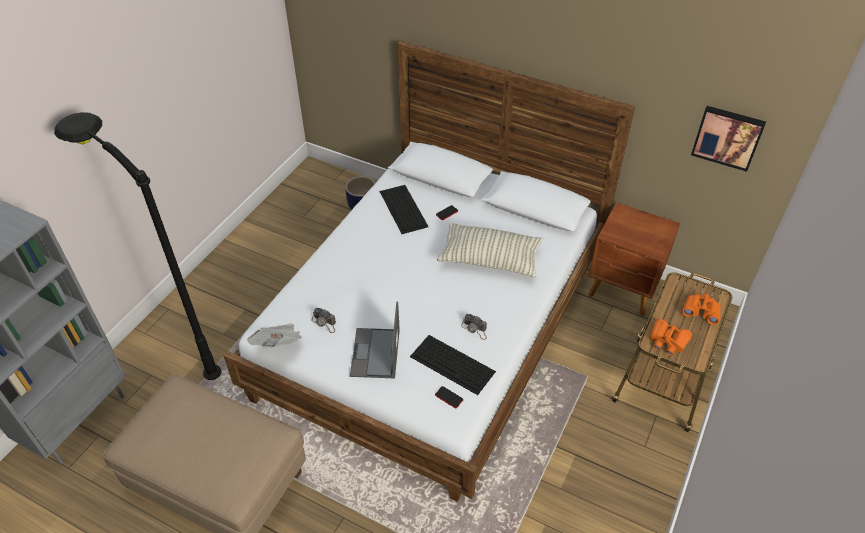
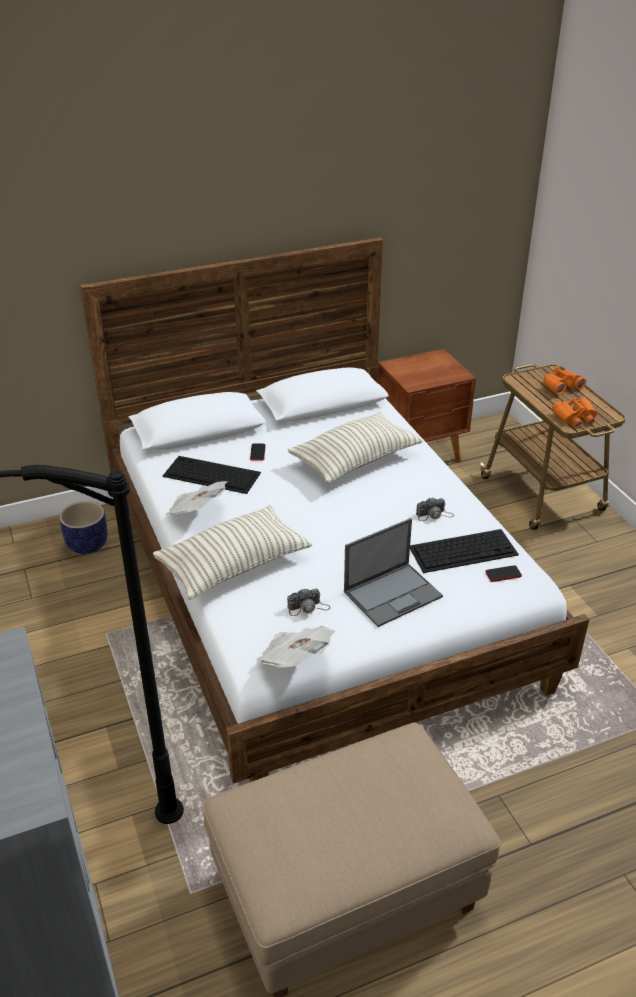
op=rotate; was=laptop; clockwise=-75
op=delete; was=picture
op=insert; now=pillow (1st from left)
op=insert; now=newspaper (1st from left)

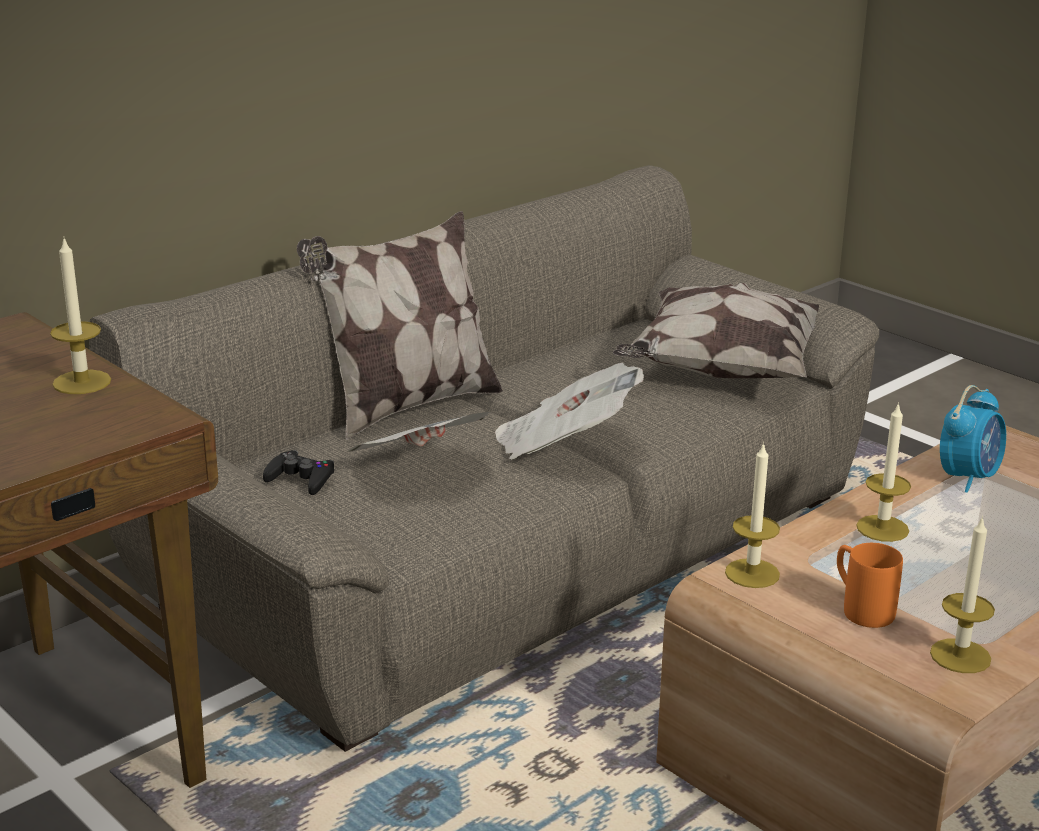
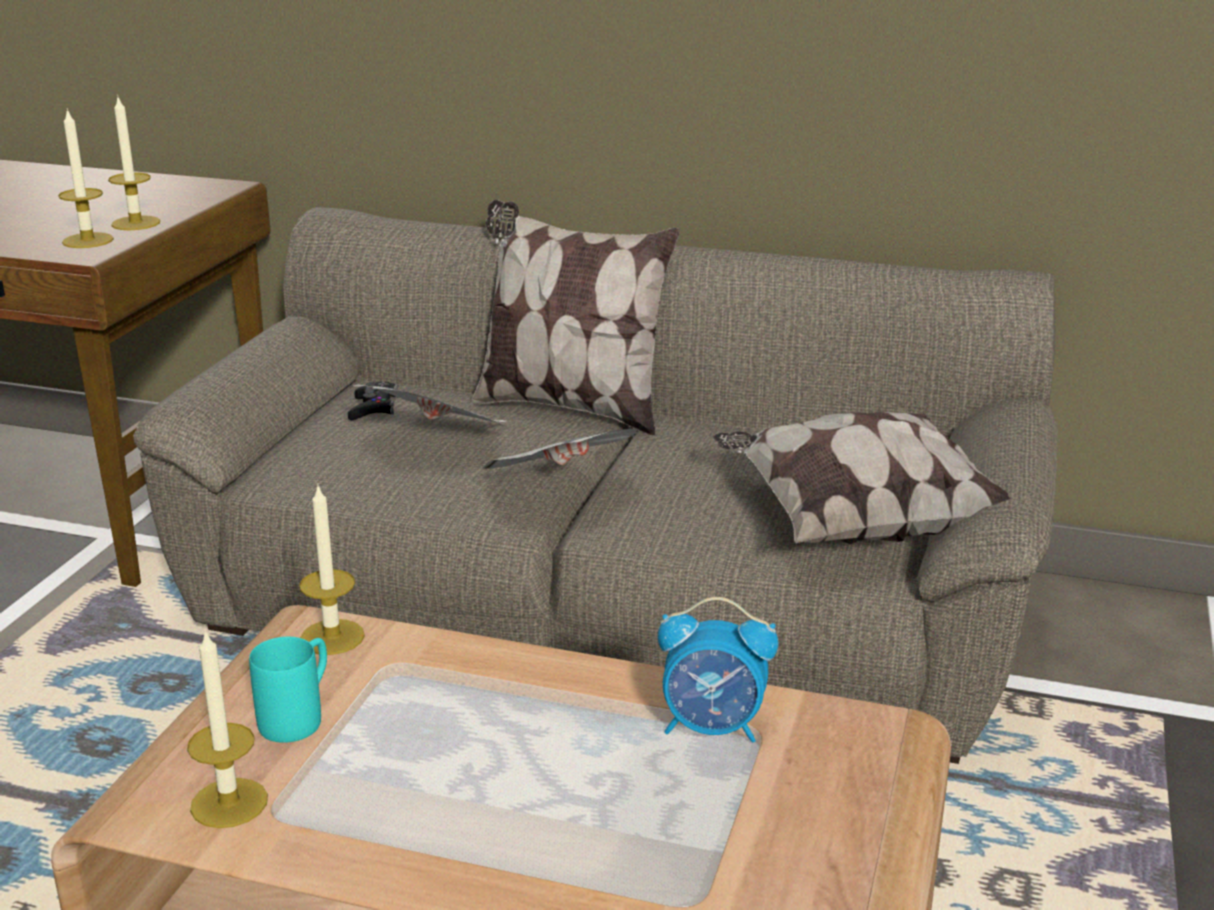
op=recolor; was=mug (orange); now=mug (turquoise)
op=move; was=candle (3rd from left in the first image); now=candle (1st from left)

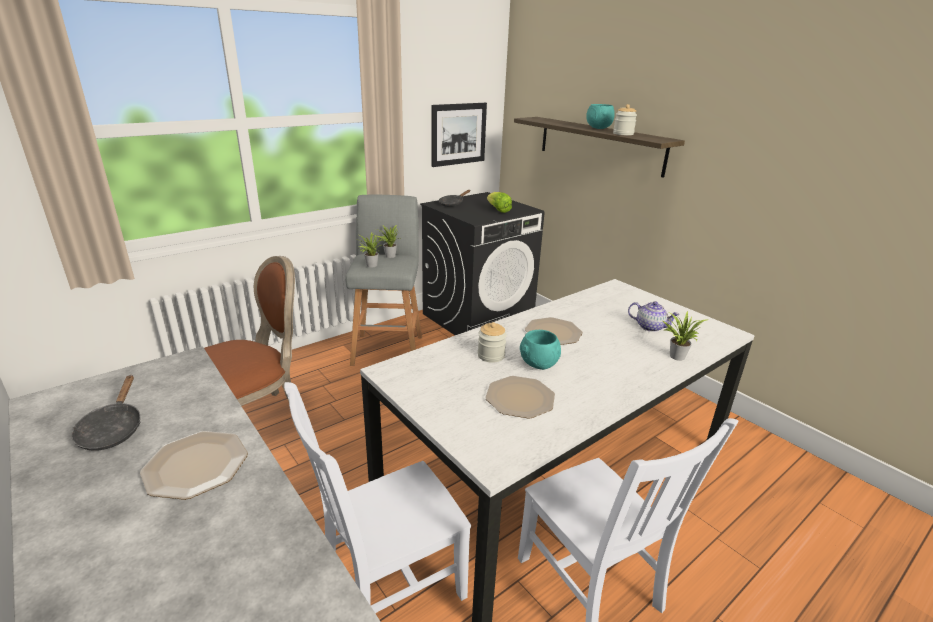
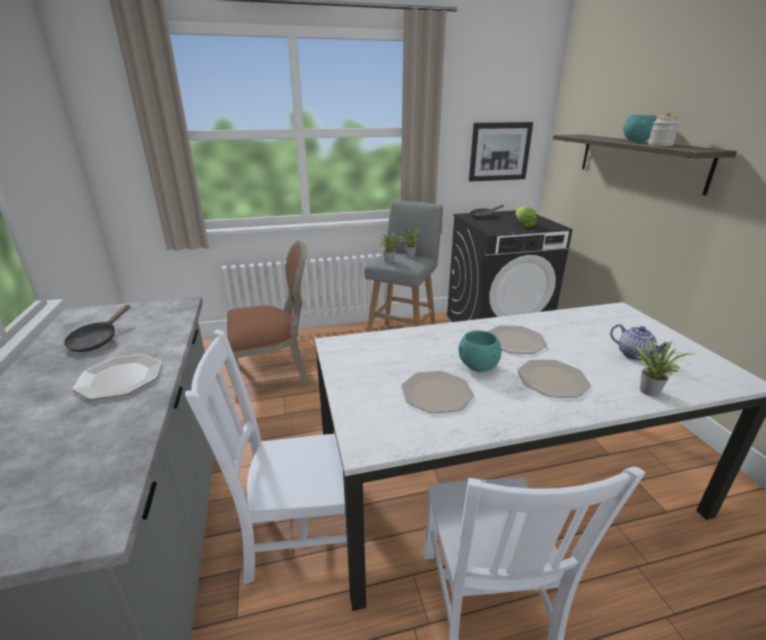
op=delete; was=jar (1st from left)
op=insert; now=plate (4th from left)

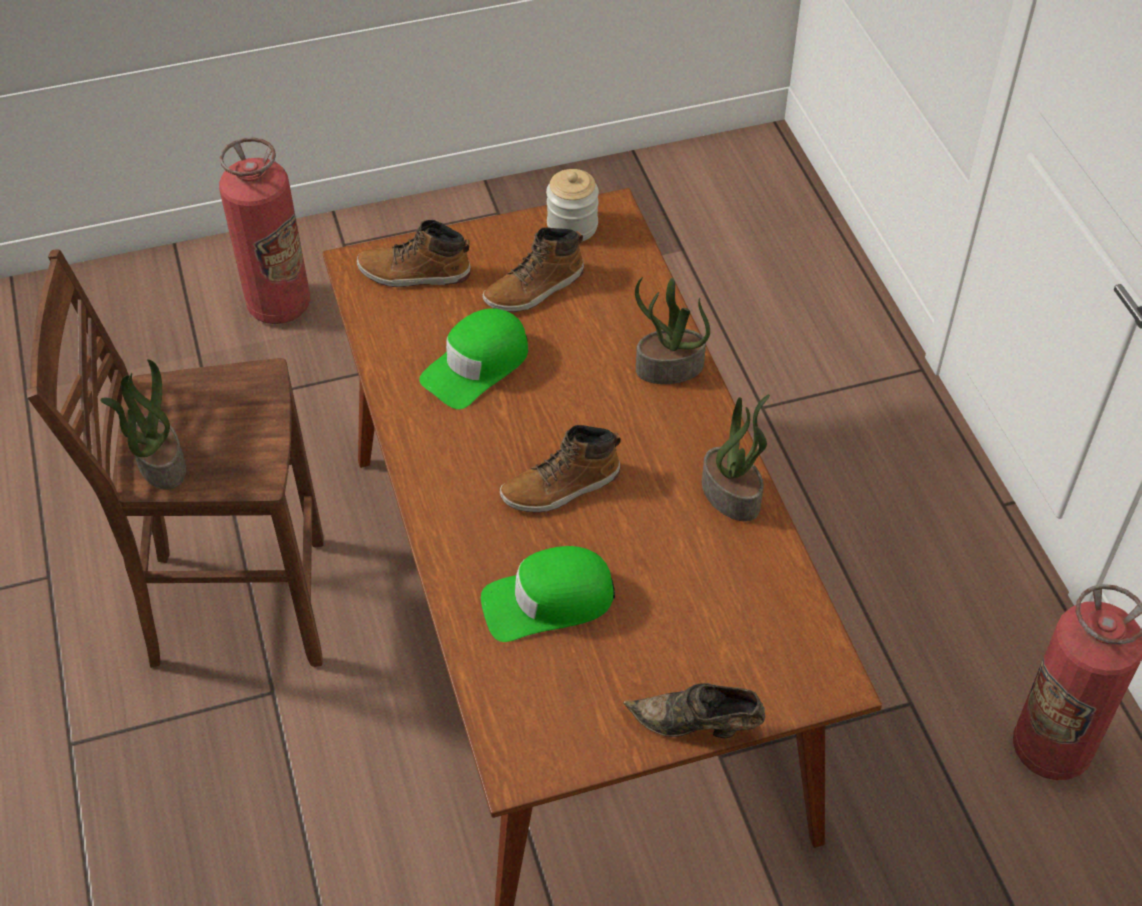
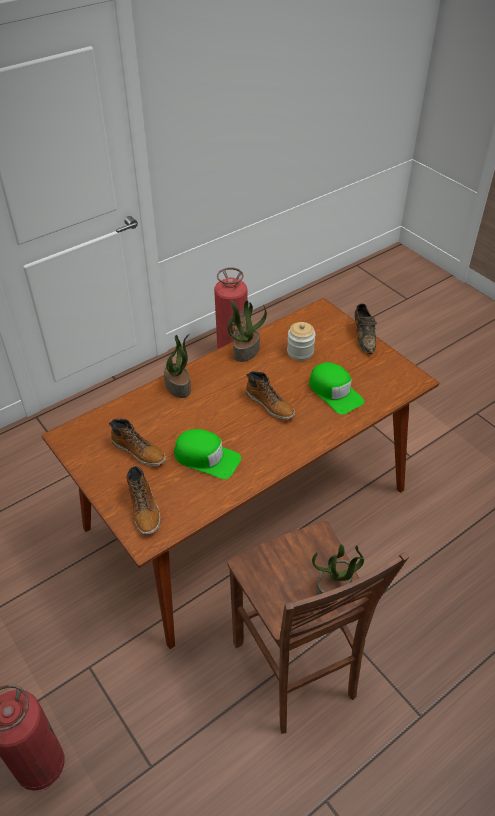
op=move; was=jar

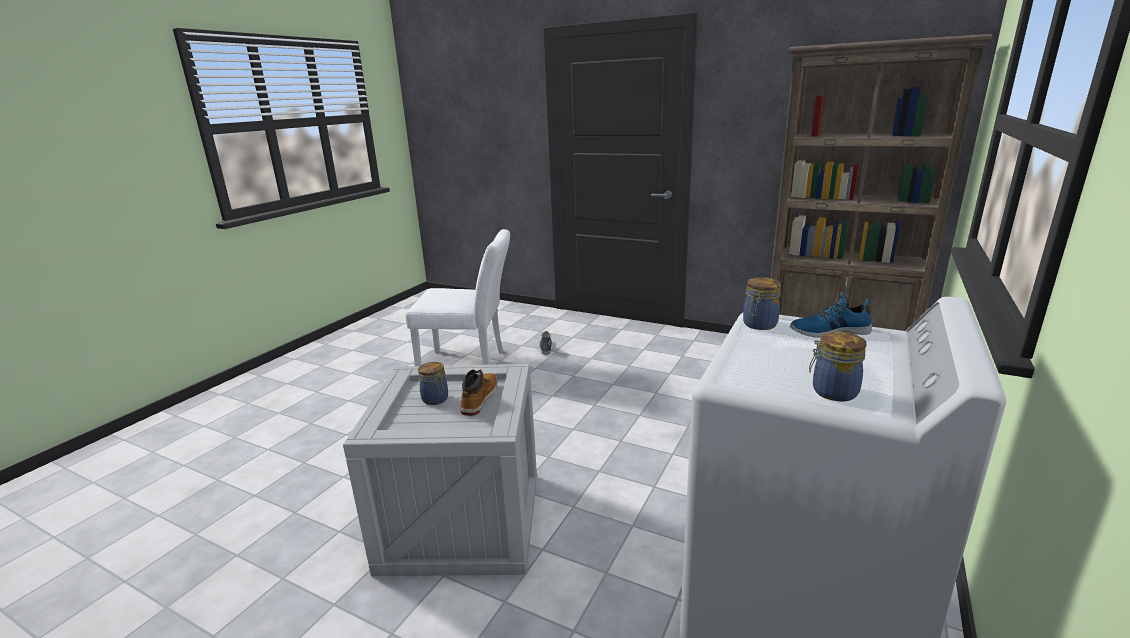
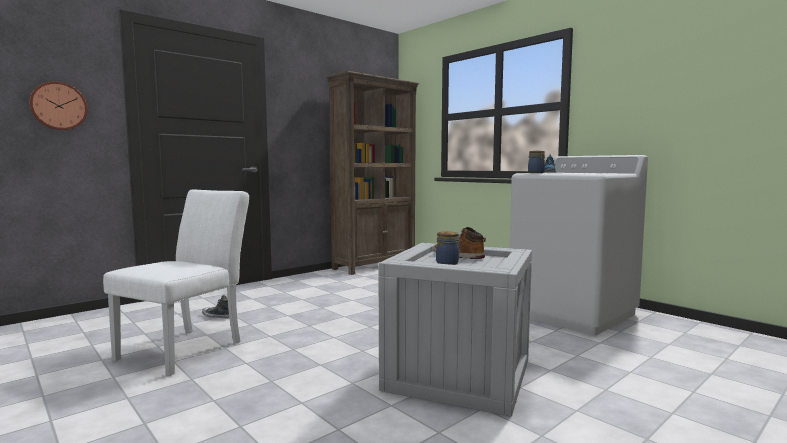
op=delete; was=jar (3rd from left)
op=insert; now=wall clock

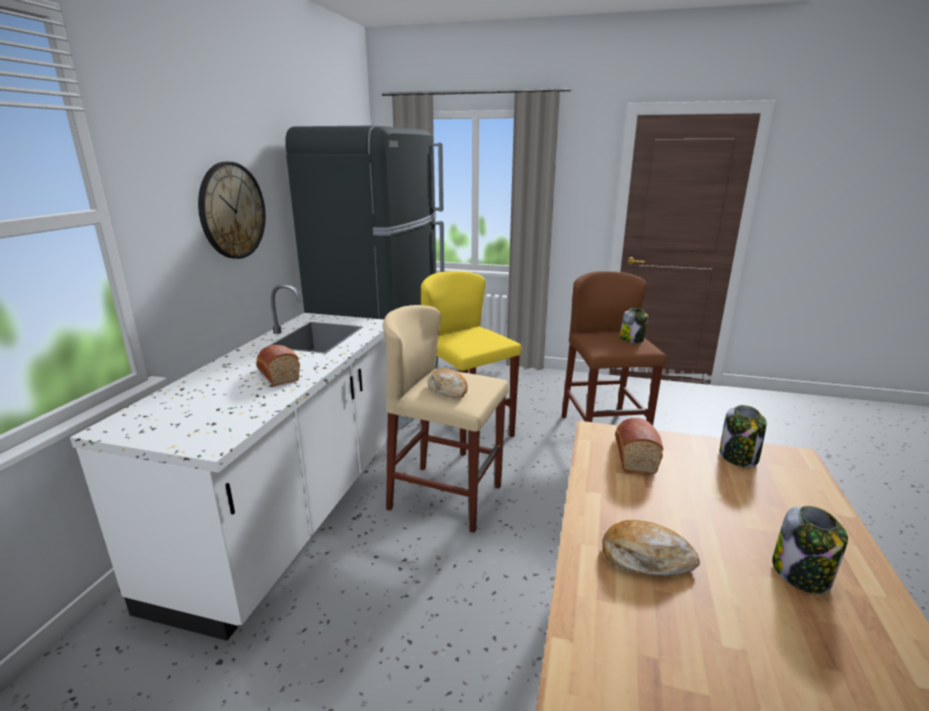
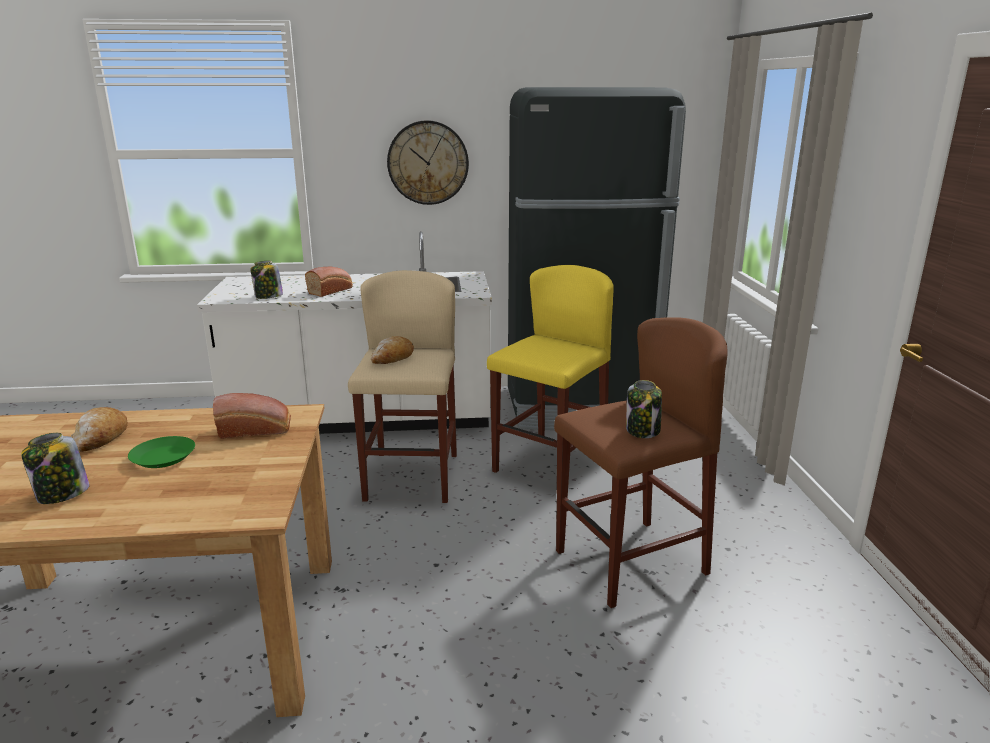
op=move; was=jar (2nd from left)
op=insert; now=plate (green)

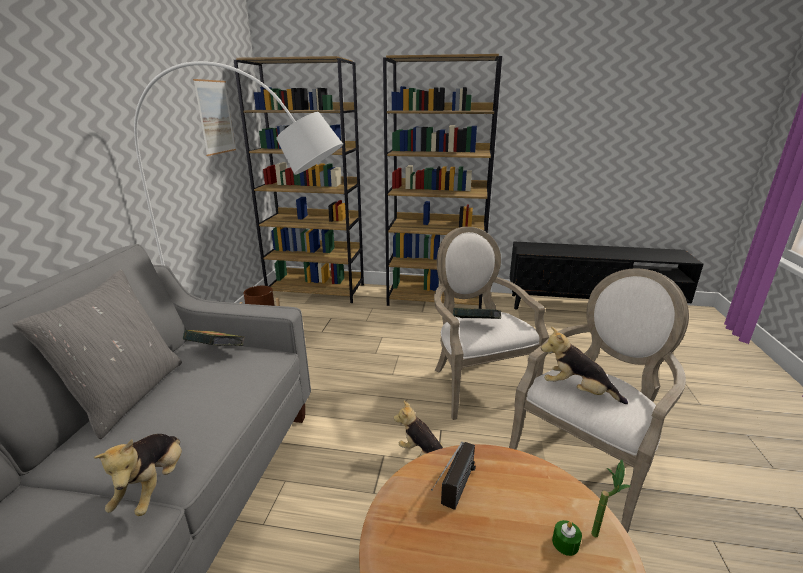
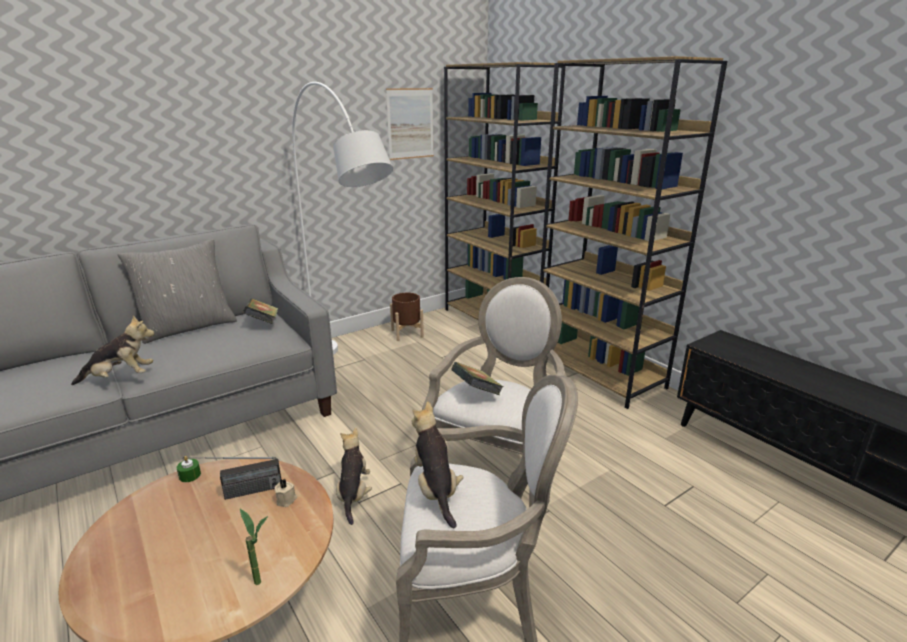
op=rotate; was=plush toy (1st from left); clockwise=-150
op=move; was=candle (green)
op=insert; now=candle (beige)

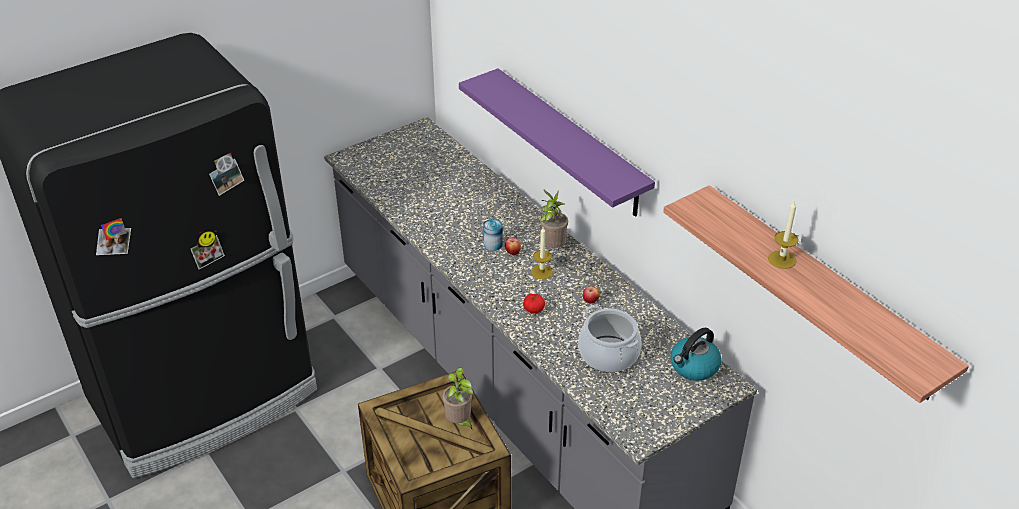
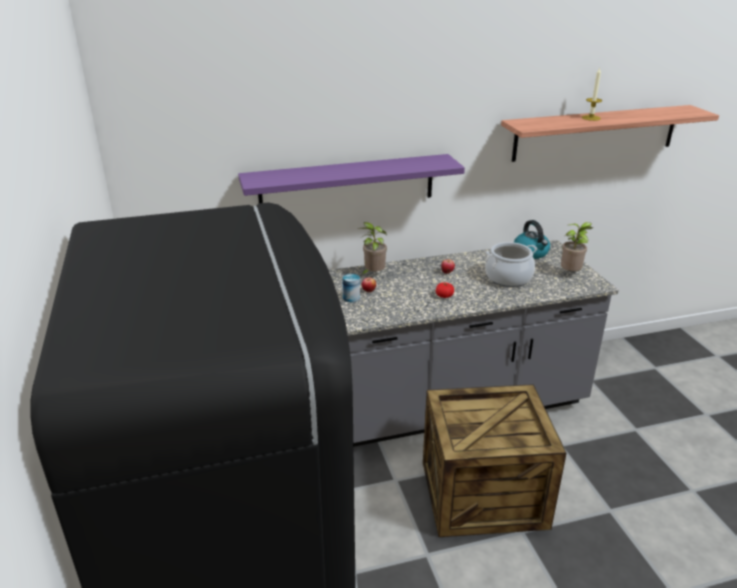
op=move; was=potted plant (1st from left in the first image); now=potted plant (2nd from left)
op=delete; was=candle (1st from left)

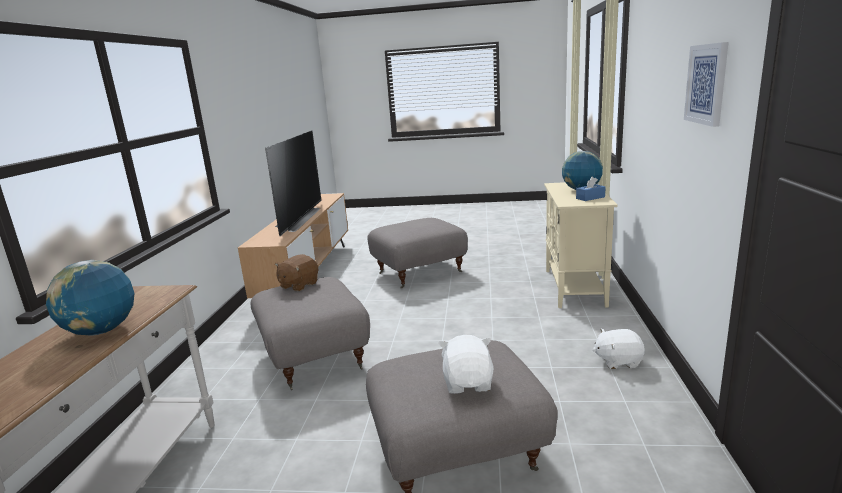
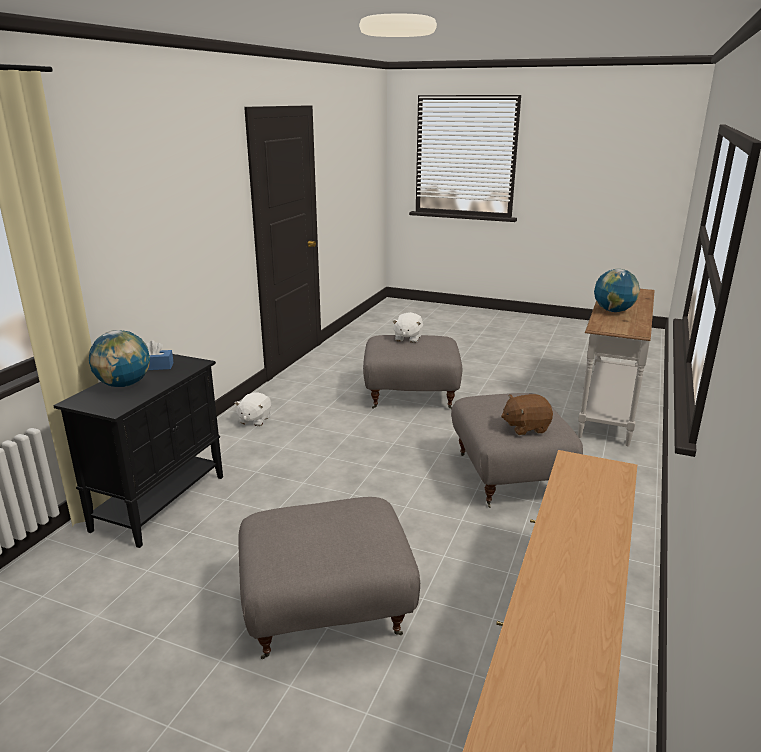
op=delete; was=television
op=rotate; was=plush toy (brown); clockwise=-150
op=recolor; was=cabinet (beige); now=cabinet (black)
op=rotate; was=plush toy (white) (2nd from left in the first image); clockwise=90
op=delete; was=picture

